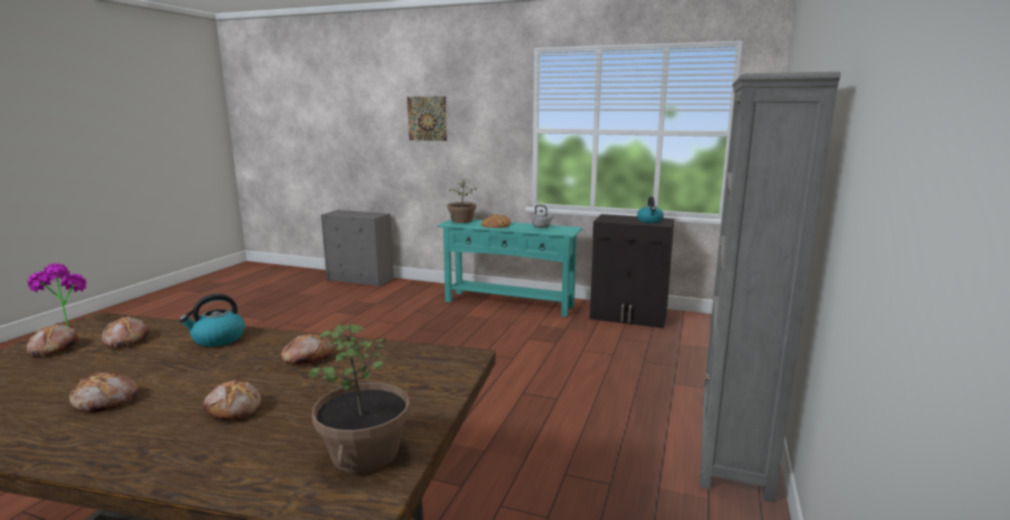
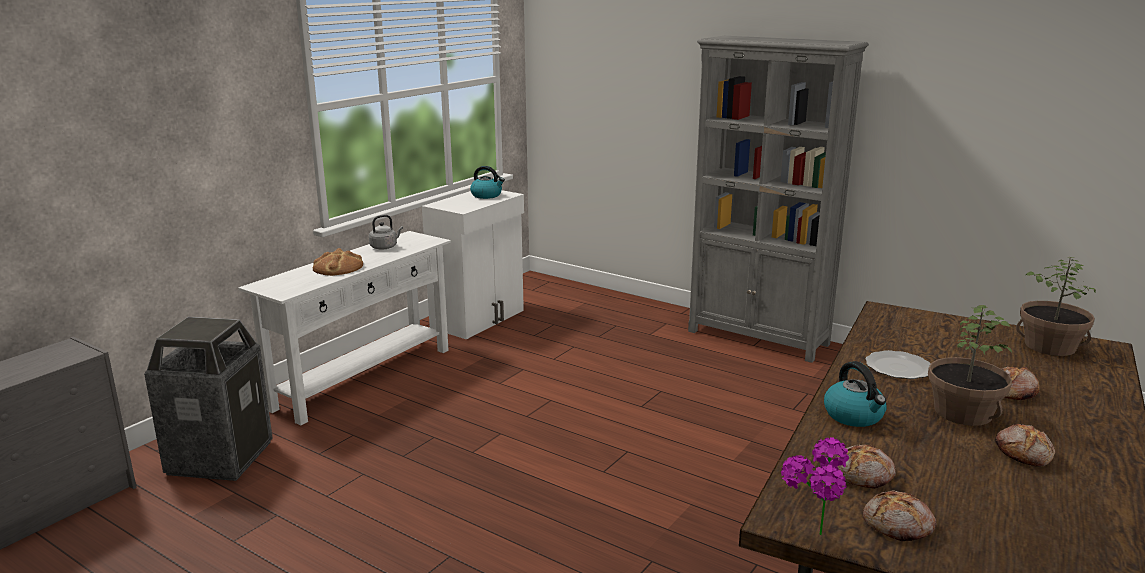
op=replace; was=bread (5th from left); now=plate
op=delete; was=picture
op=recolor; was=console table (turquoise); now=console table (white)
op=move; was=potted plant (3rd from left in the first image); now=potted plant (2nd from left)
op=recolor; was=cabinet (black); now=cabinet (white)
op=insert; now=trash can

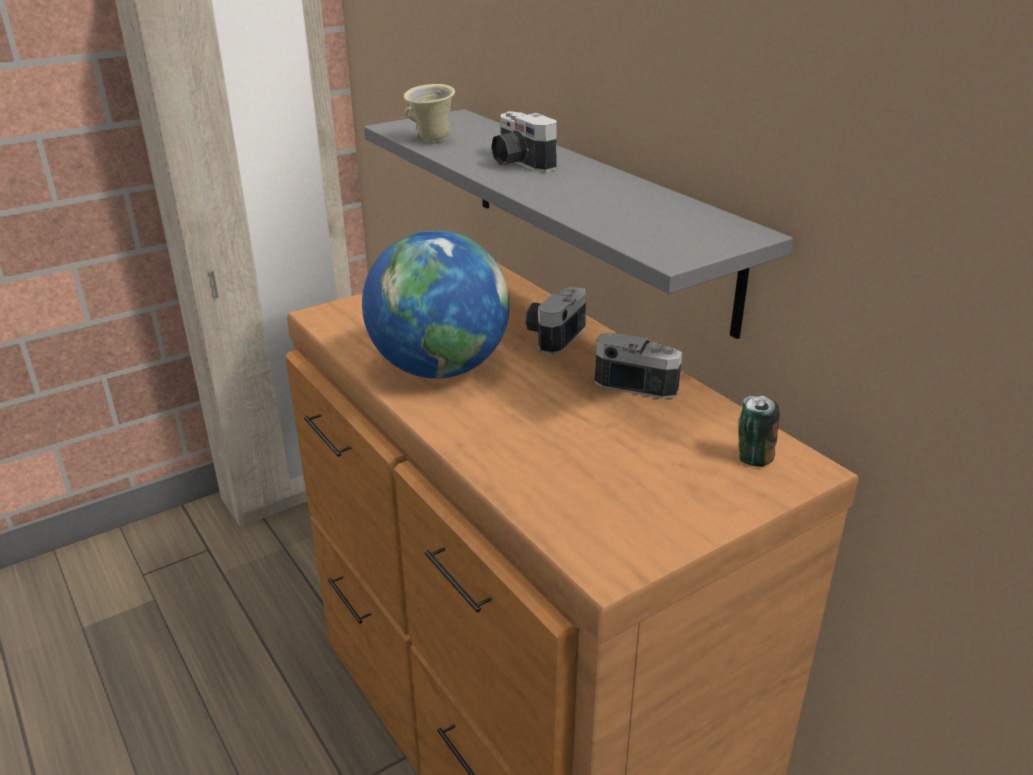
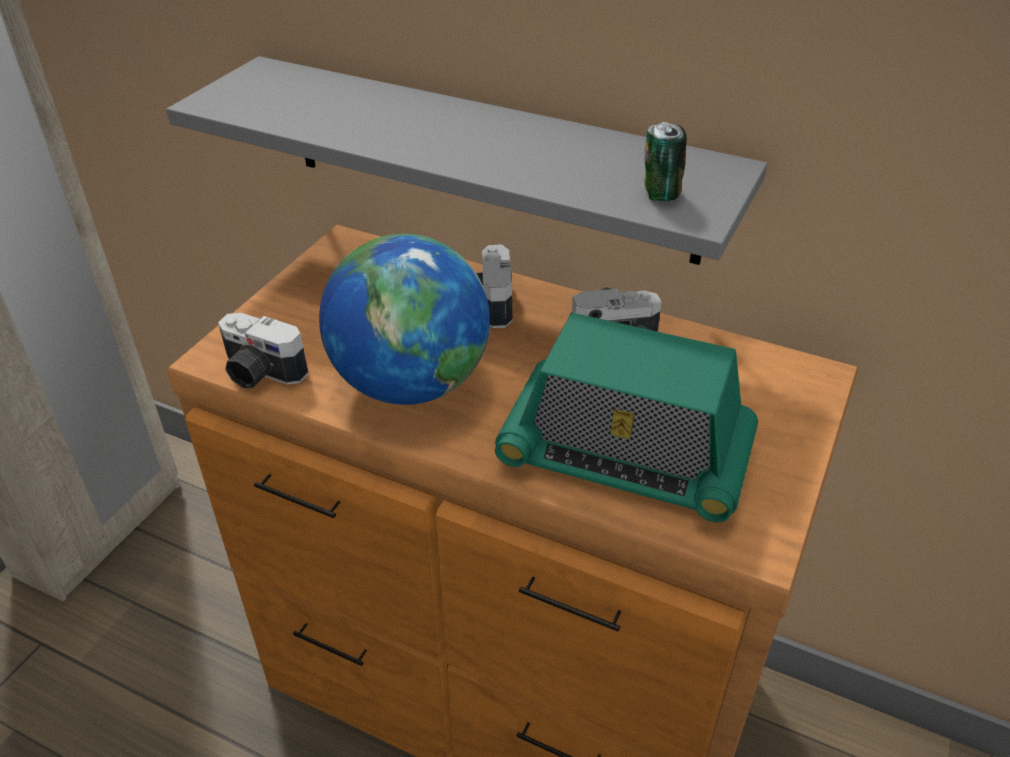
op=delete; was=mug (beige)
op=move; was=photo camera (1st from left)
op=move; was=can
op=insert; now=radio

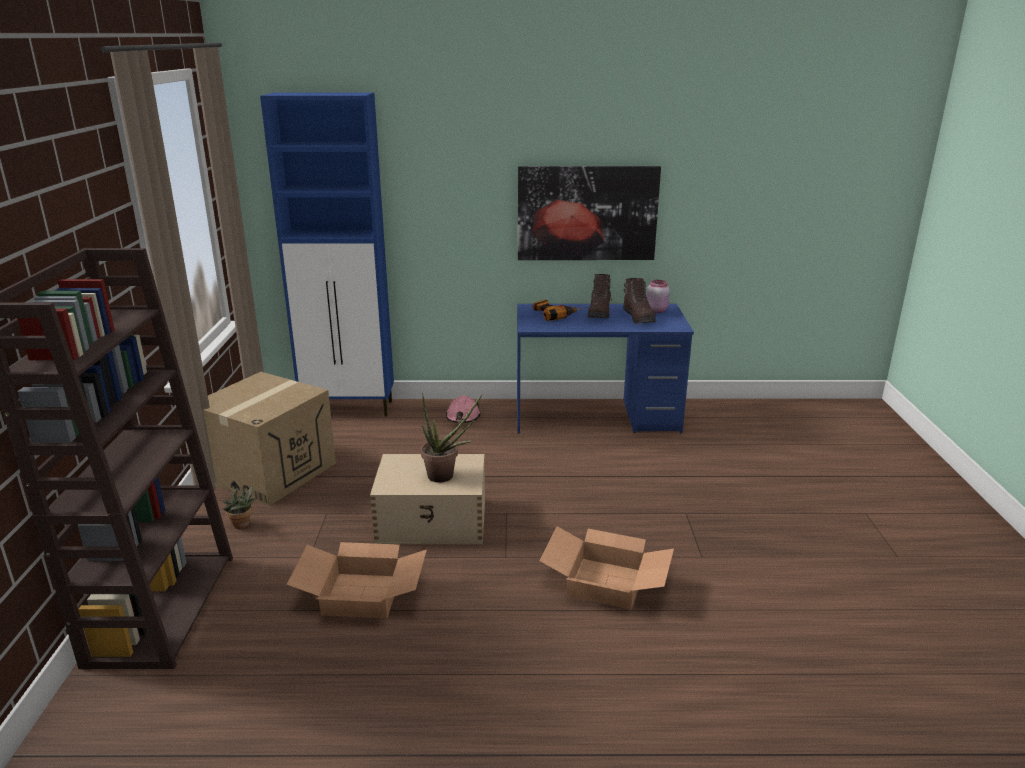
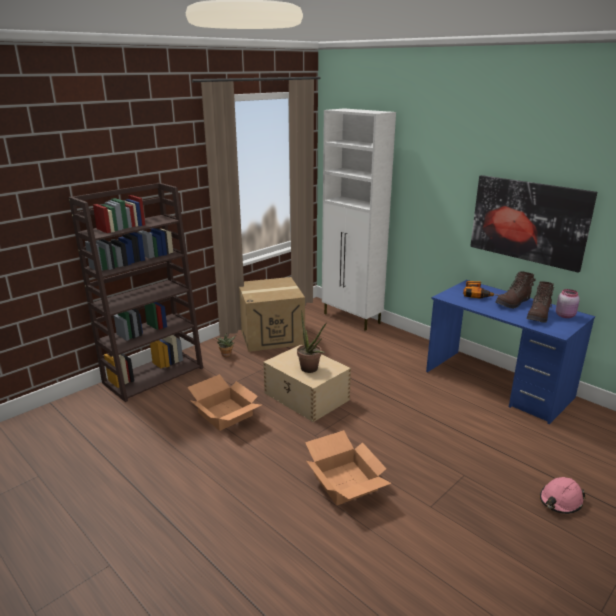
op=recolor; was=cabinet (blue); now=cabinet (white)
op=move; was=hard hat (pink)

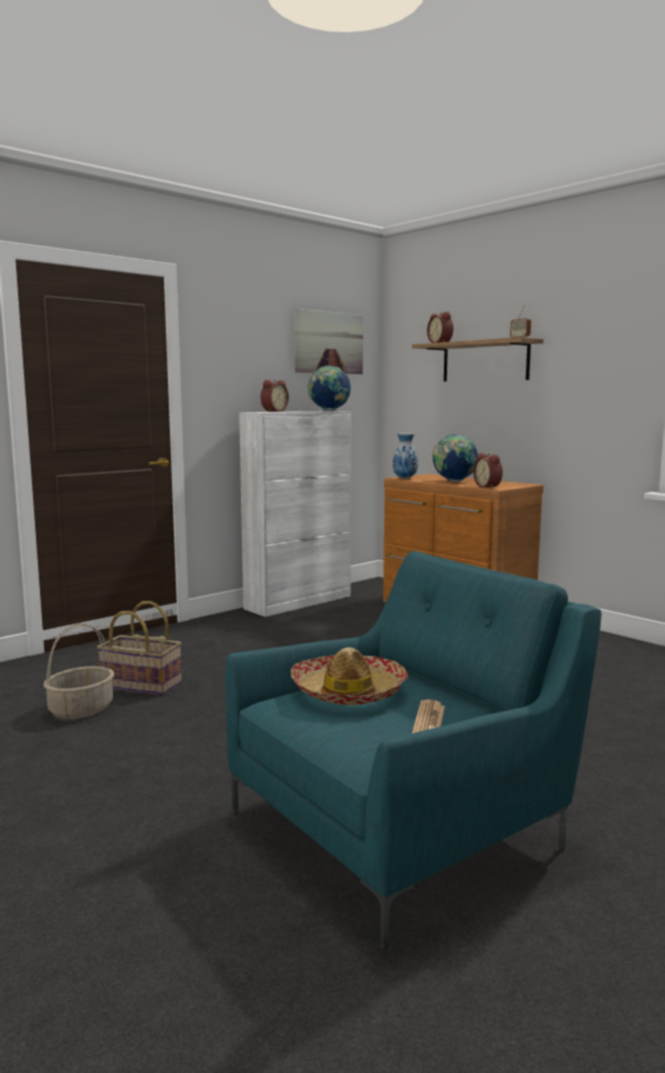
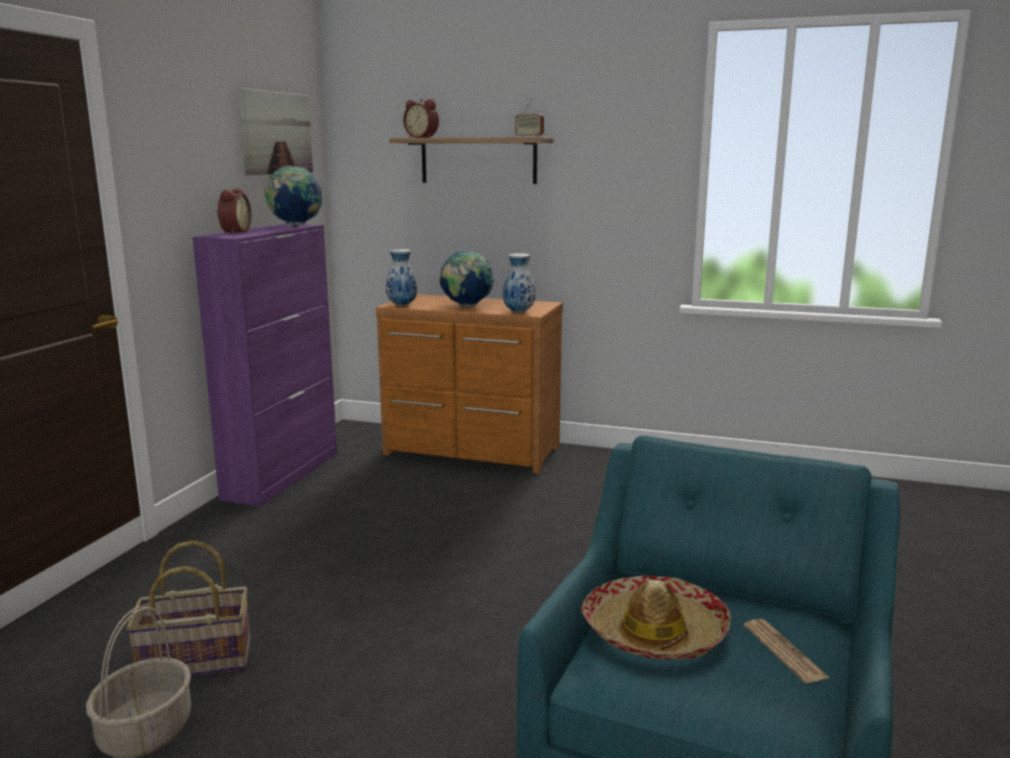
op=recolor; was=cabinet (white); now=cabinet (purple)
op=replace; was=alarm clock (3rd from left); now=vase (2nd from left)

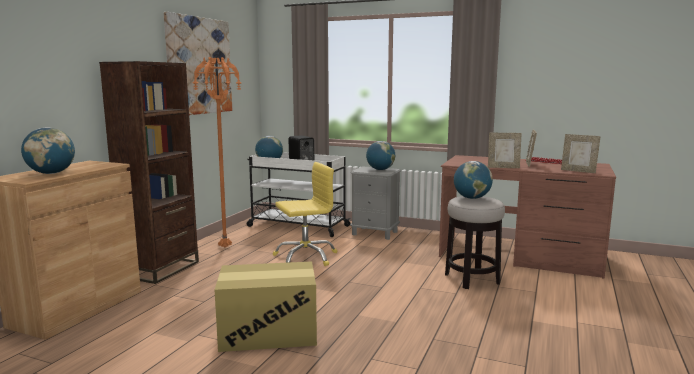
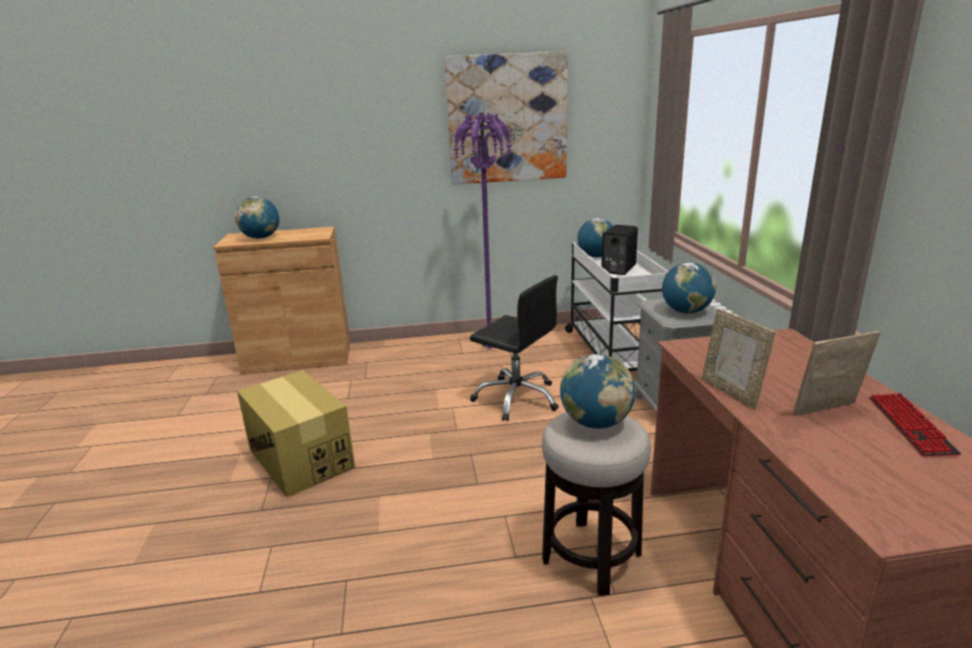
op=delete; was=bookcase (brown)
op=recolor; was=floor lamp (orange); now=floor lamp (purple)
op=recolor; was=office chair (yellow); now=office chair (black)
op=delete; was=picture frame (3rd from left)

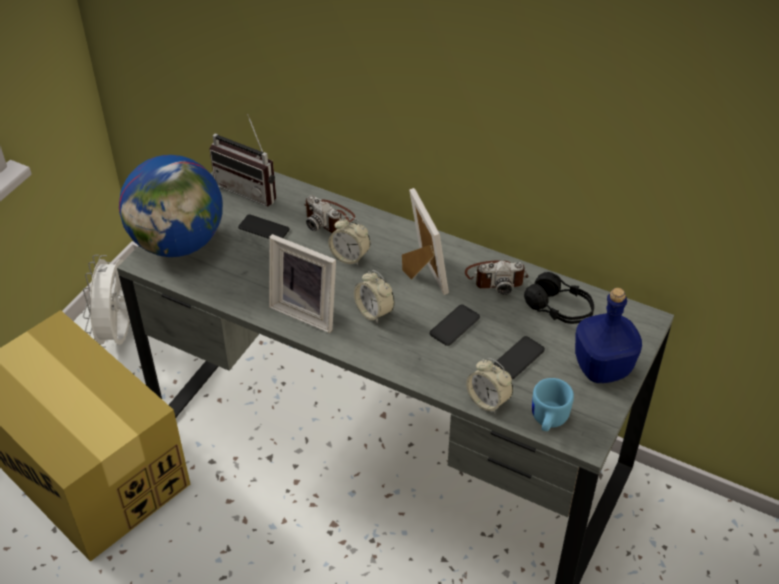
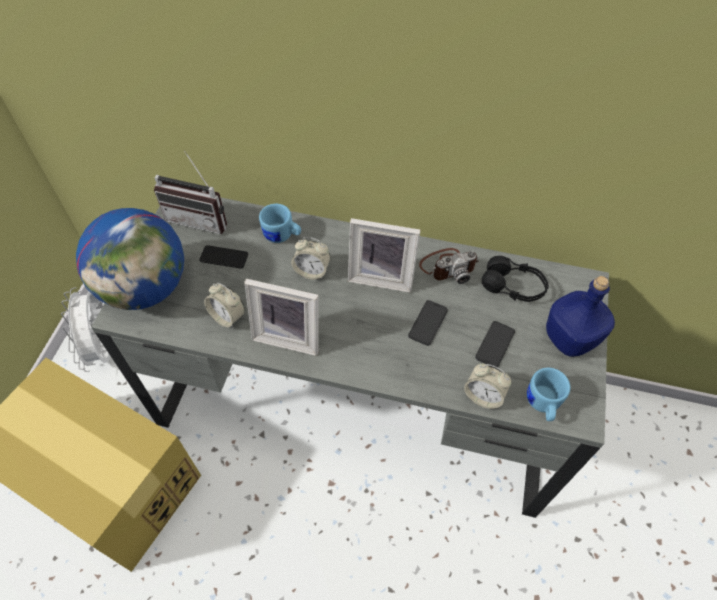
op=replace; was=photo camera (1st from left); now=mug (blue) (1st from left)
op=move; was=alarm clock (2nd from left in the first image); now=alarm clock (1st from left)
op=rotate; was=picture frame (2nd from left); clockwise=135

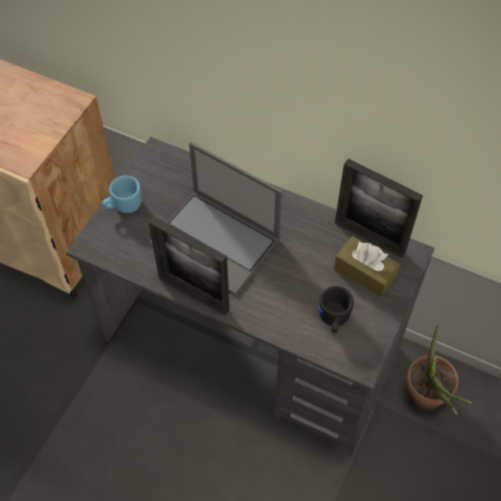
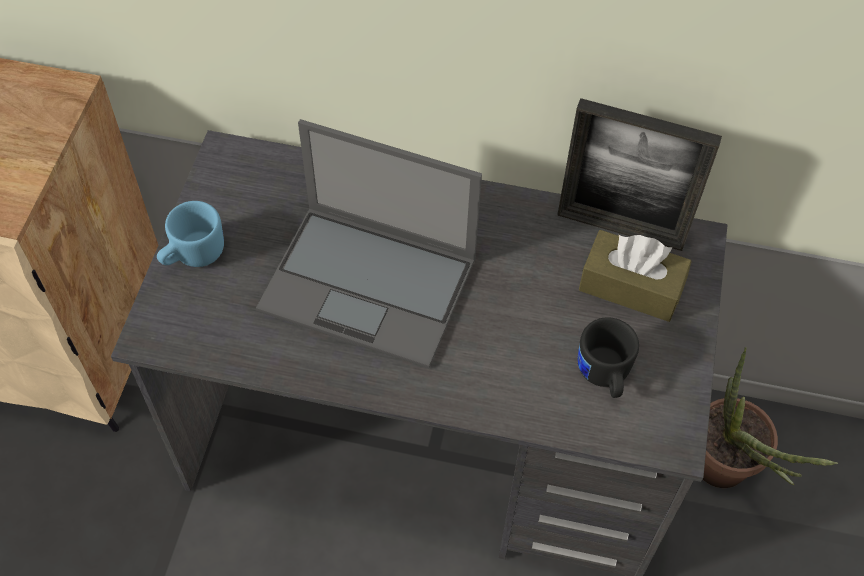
op=delete; was=picture frame (1st from left)

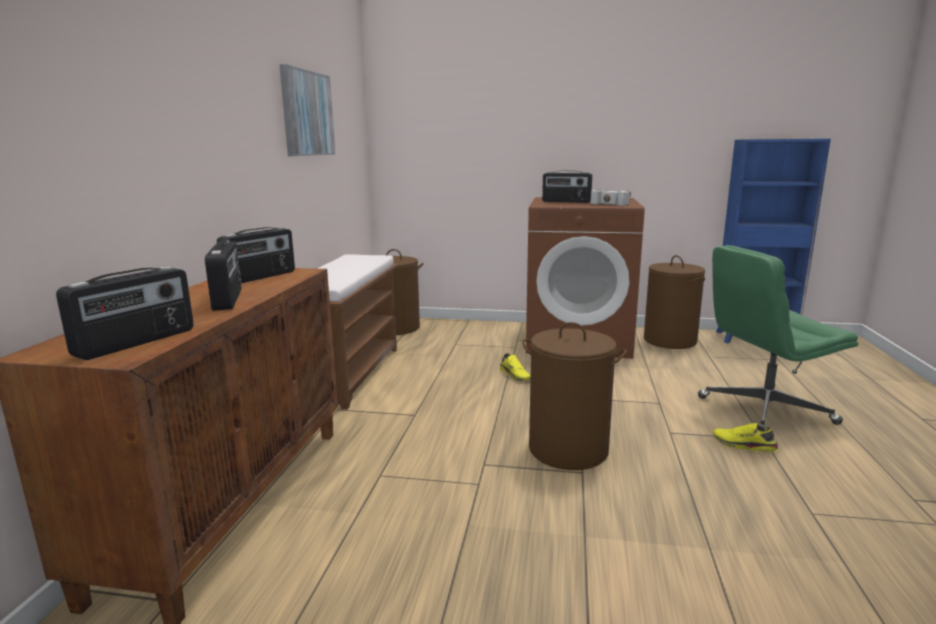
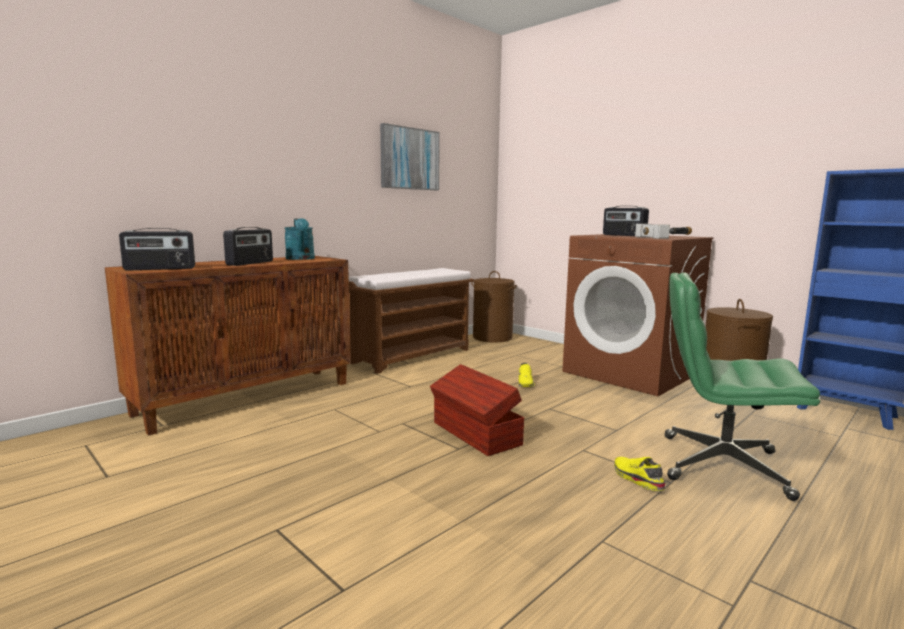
op=replace; was=radio (3rd from left); now=watering can (turquoise)
op=replace; was=laundry basket (brown) (2nd from left); now=storage box (brown)

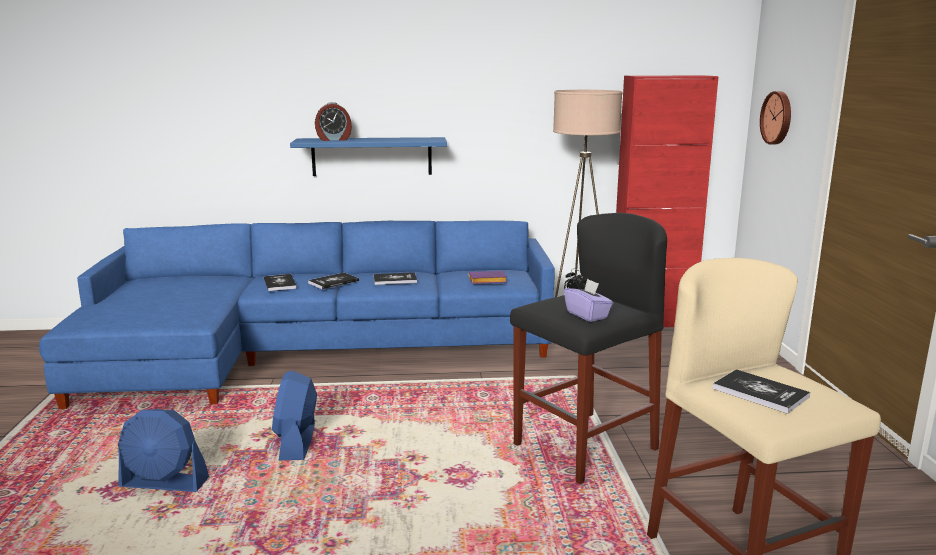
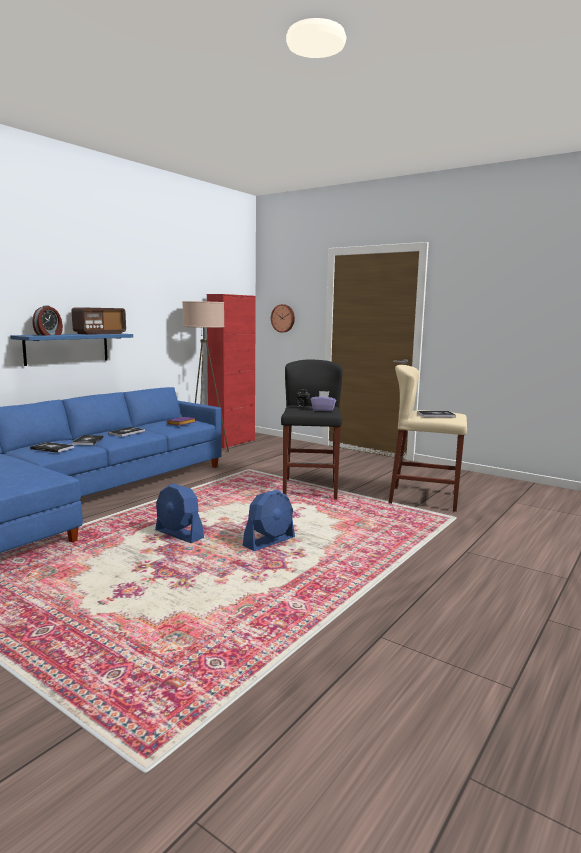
op=move; was=fan (blue) (1st from left in the first image); now=fan (blue) (2nd from left)
op=insert; now=radio

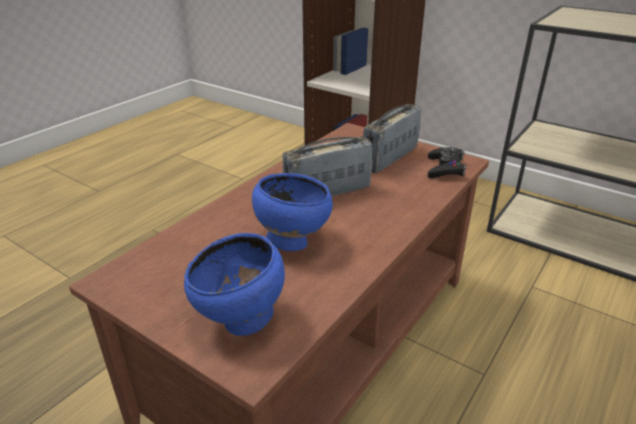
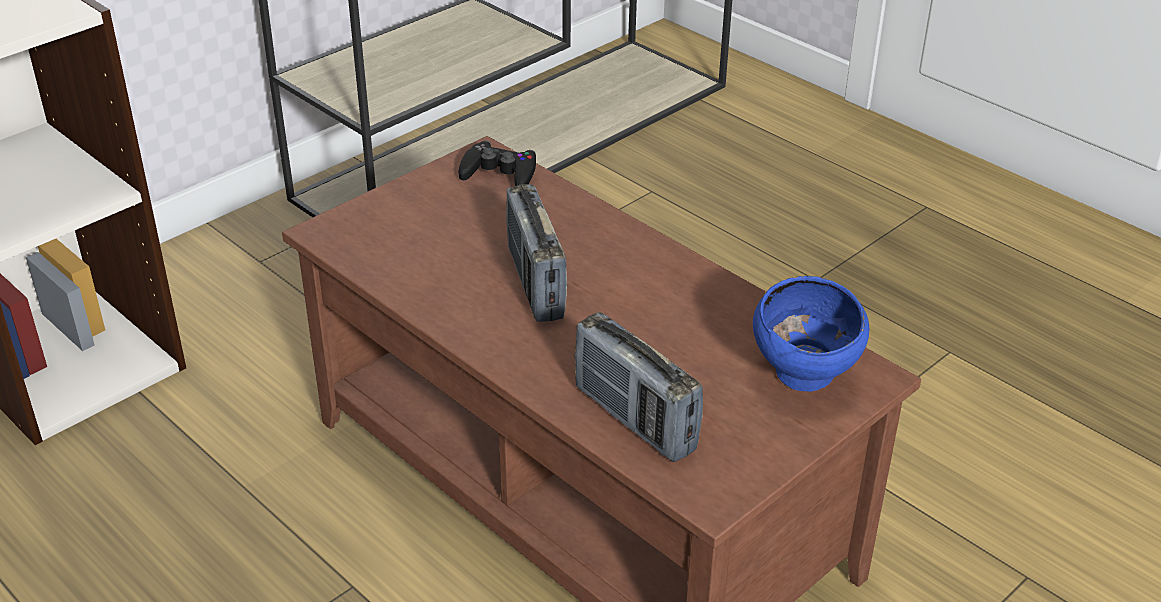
op=delete; was=bowl (blue) (2nd from left)
op=move; was=radio (2nd from left)

